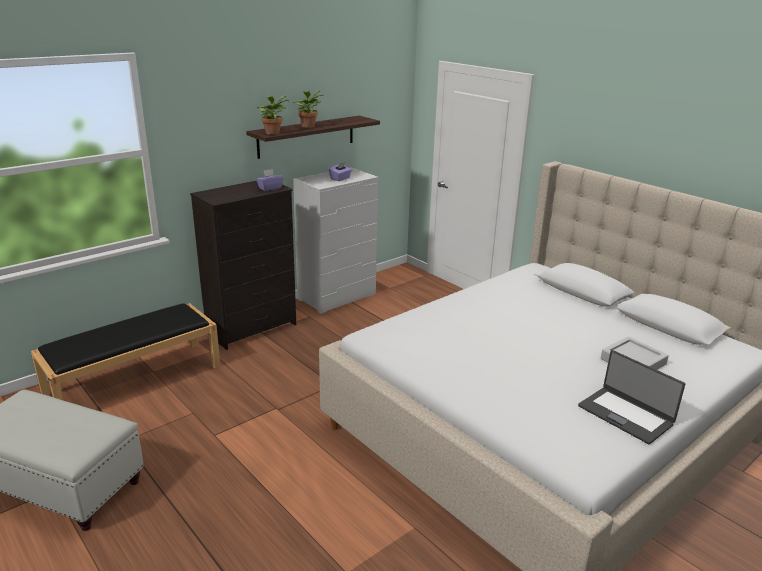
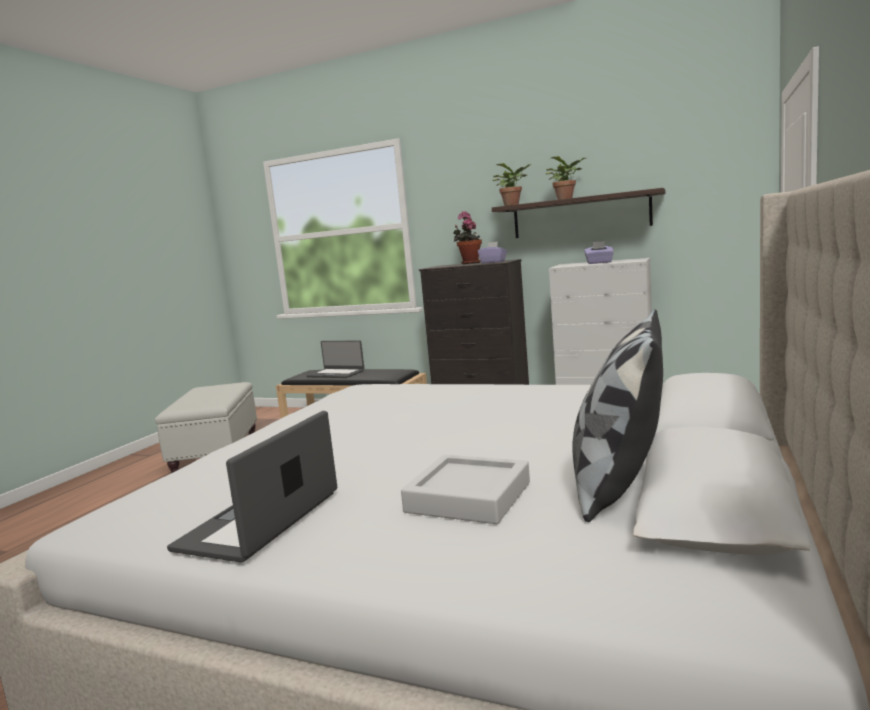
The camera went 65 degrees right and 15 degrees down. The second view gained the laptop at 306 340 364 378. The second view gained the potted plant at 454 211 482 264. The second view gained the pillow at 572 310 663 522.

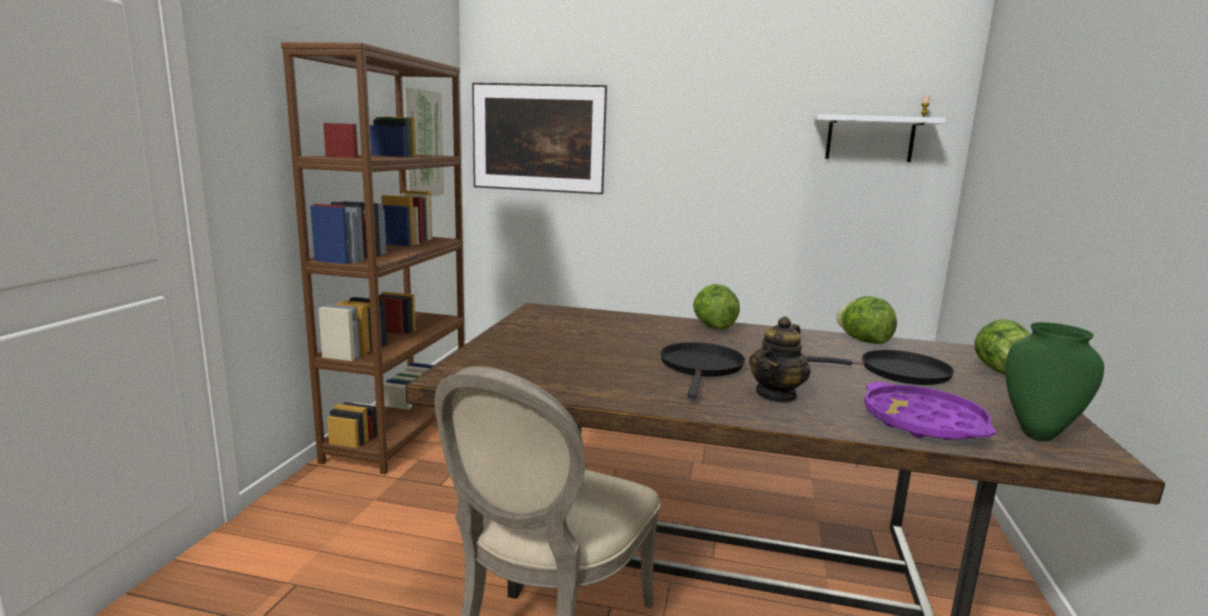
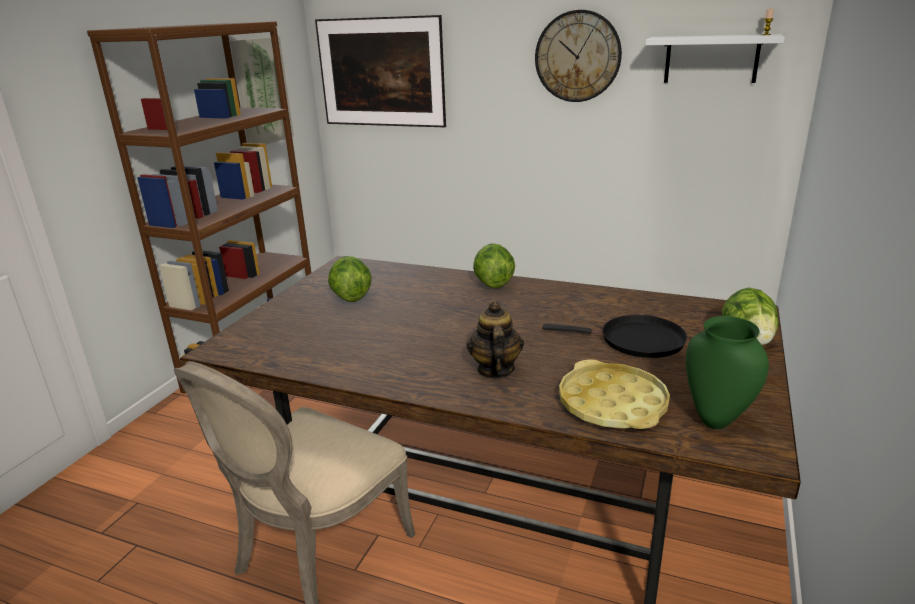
The camera went 10 degrees right and 10 degrees up. The lettuce ended up elsewhere, having gone from 836 296 897 344 to 328 256 372 302. The teapot at 749 316 811 403 ended up facing another way, 135 degrees clockwise from before. The second view gained the wall clock at 535 10 622 102. What was the purple tray at 864 382 996 440 turned into the yellow tray at 559 359 670 429. The second view lost the black frying pan at 660 342 745 399.

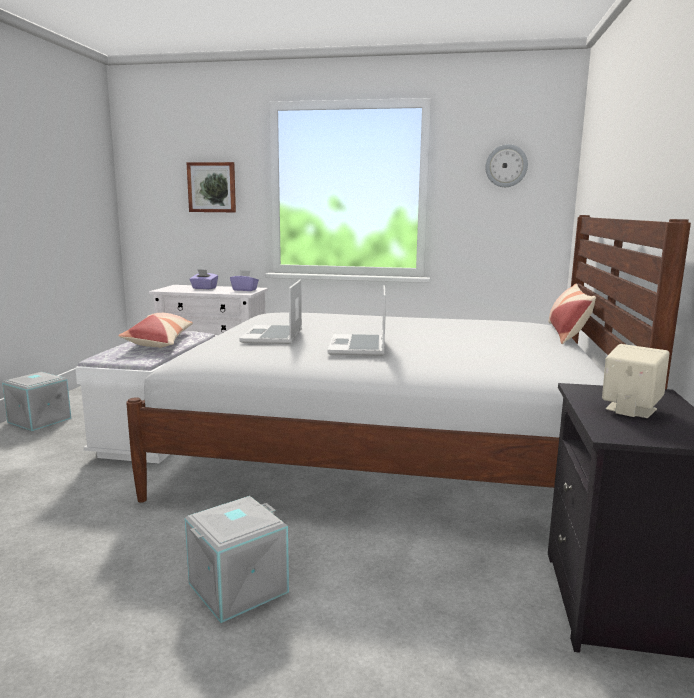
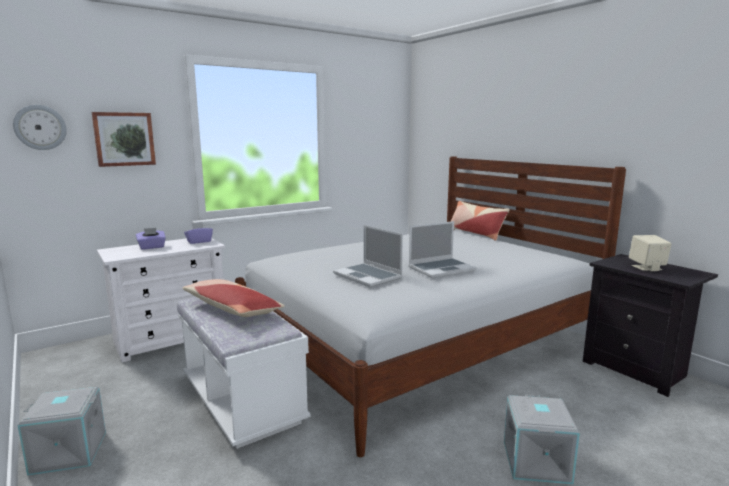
The camera went 45 degrees left and 0 degrees up. The wall clock ended up elsewhere, having gone from 485 144 528 187 to 13 105 67 150. The laptop at 327 285 386 356 ended up facing another way, 75 degrees counterclockwise from before.

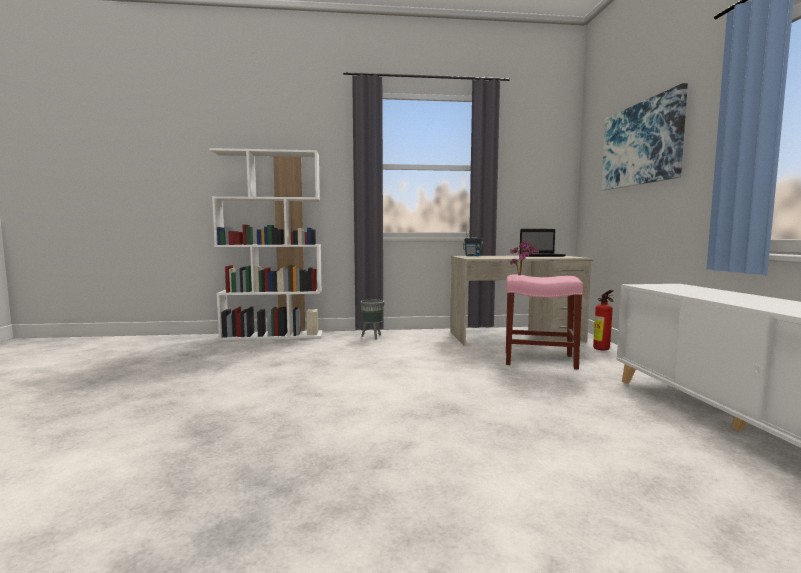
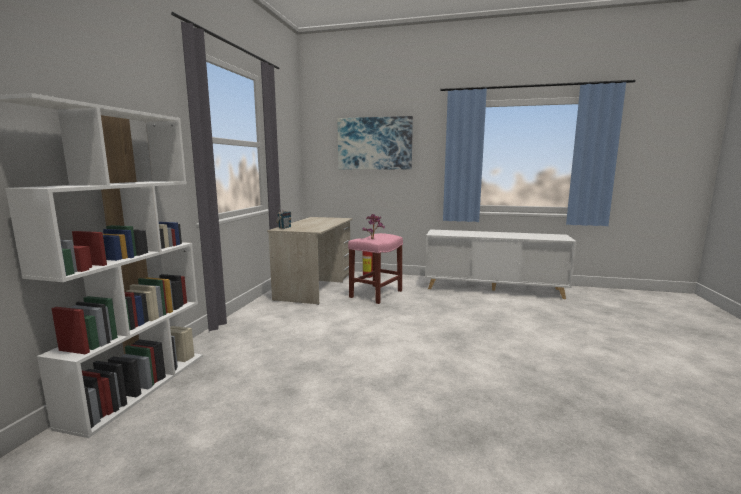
The camera went 70 degrees left and 5 degrees up. The second view lost the grey planter at 361 300 384 340. The second view lost the laptop at 520 229 566 257.

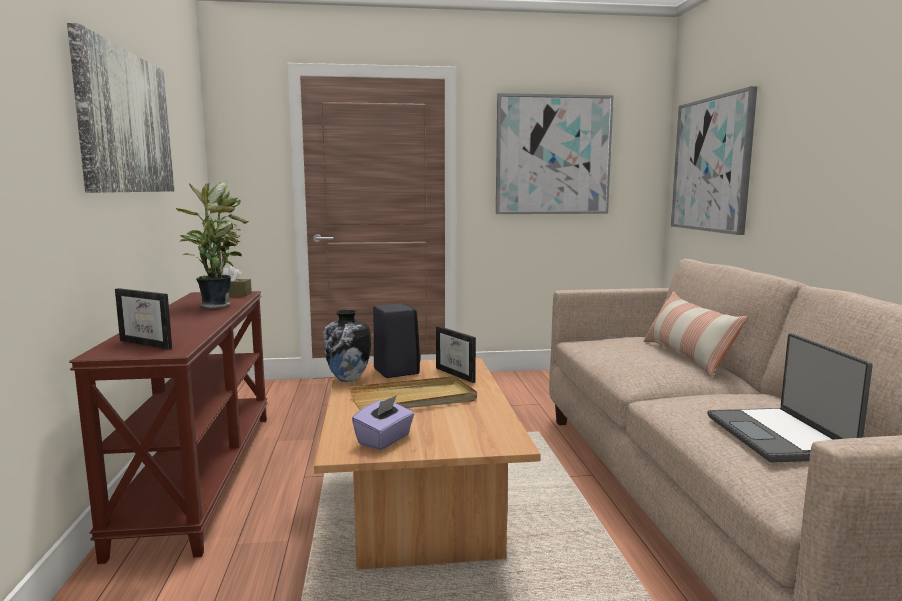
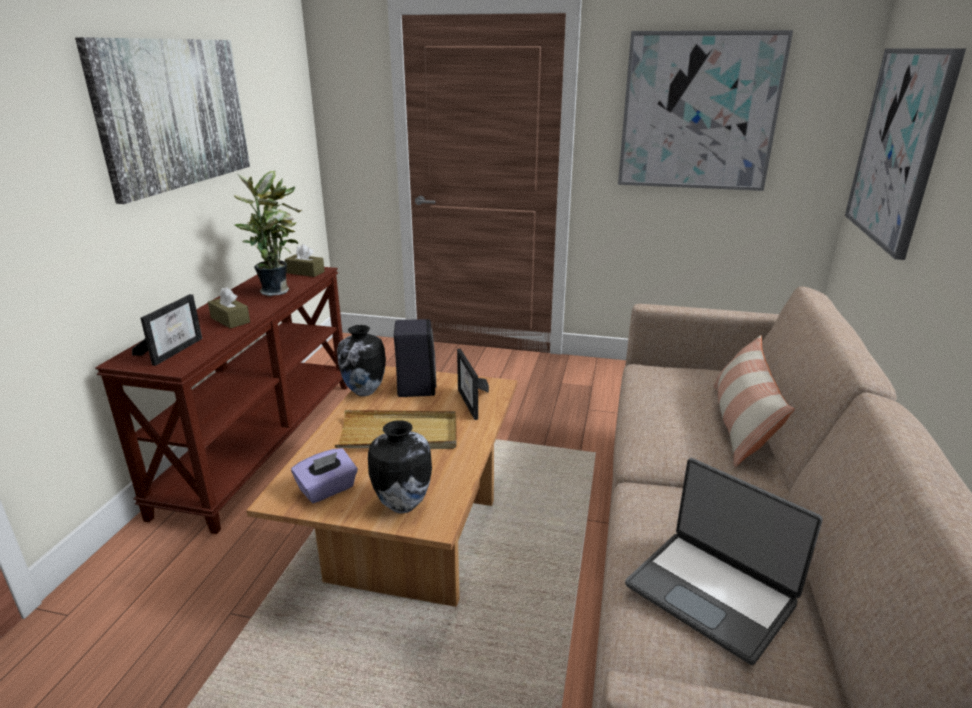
The camera went 20 degrees right and 15 degrees up. The picture frame at 115 288 172 349 ended up facing another way, 120 degrees counterclockwise from before. The second view gained the brown tissue box at 208 287 250 329. The second view gained the vase at 368 420 432 513. The laptop at 707 333 873 463 ended up facing another way, 60 degrees counterclockwise from before.

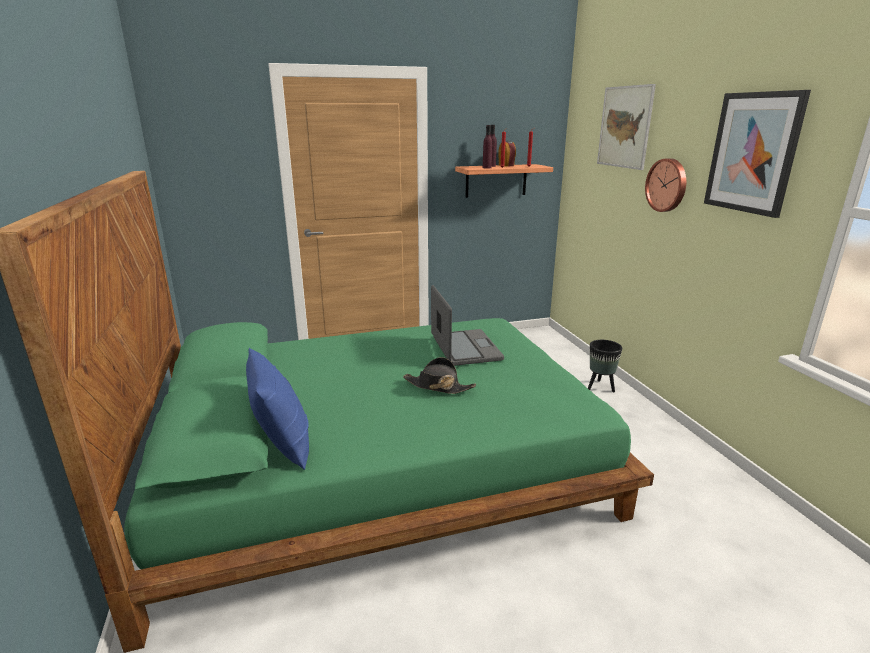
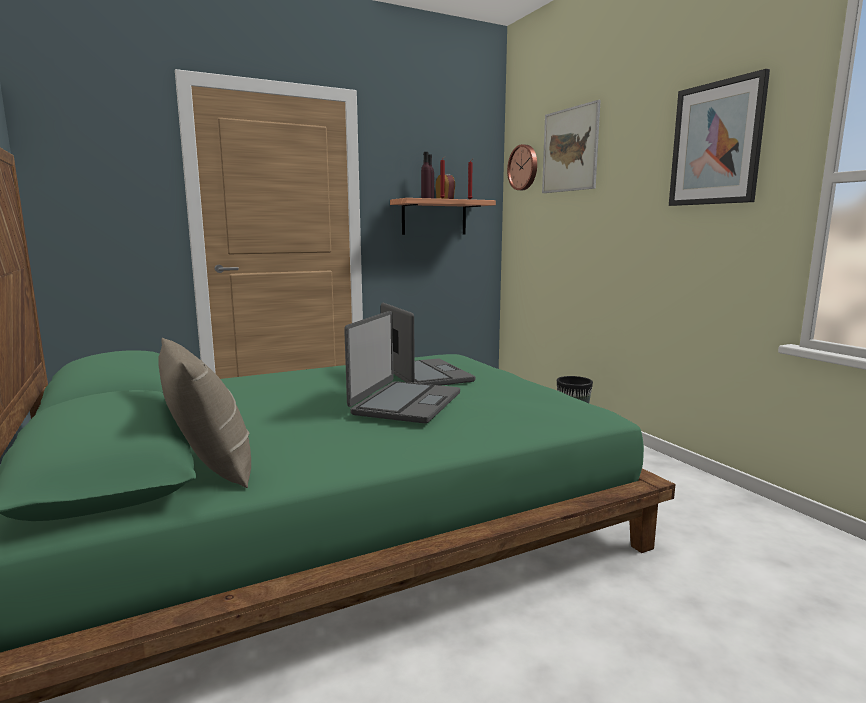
The camera went 10 degrees left and 10 degrees down. What was the blue pillow at 246 348 309 470 turned into the beige pillow at 158 338 251 488. Where the black hat stood at 403 357 476 394, the laptop came to stand at 344 311 460 423. The wall clock ended up elsewhere, having gone from 645 158 686 212 to 507 144 537 190.

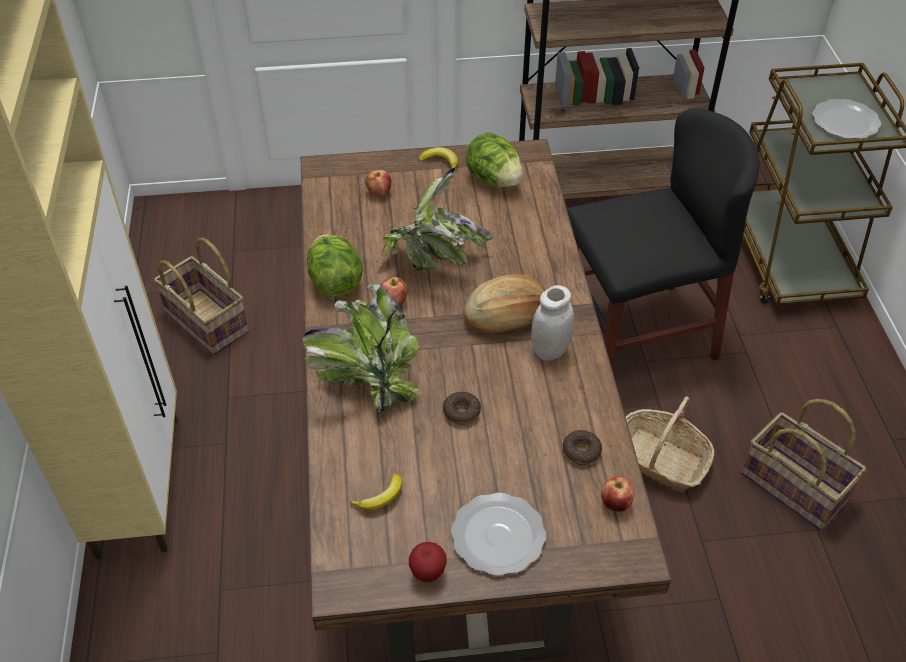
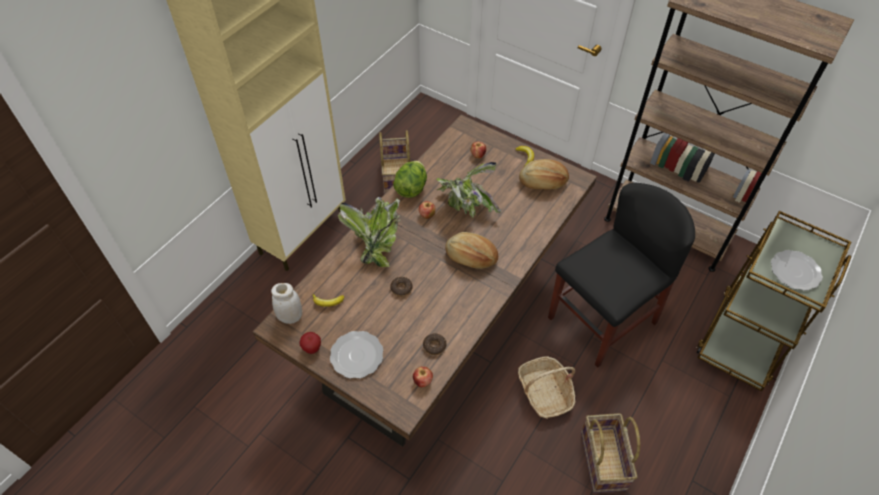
The camera went 40 degrees right and 5 degrees up. The white jar ended up elsewhere, having gone from 531 285 574 361 to 271 283 302 324. Where the lettuce stood at 466 132 523 187, the bread came to stand at 519 159 569 190. The black chair at 567 108 760 367 ended up facing another way, 60 degrees counterclockwise from before.

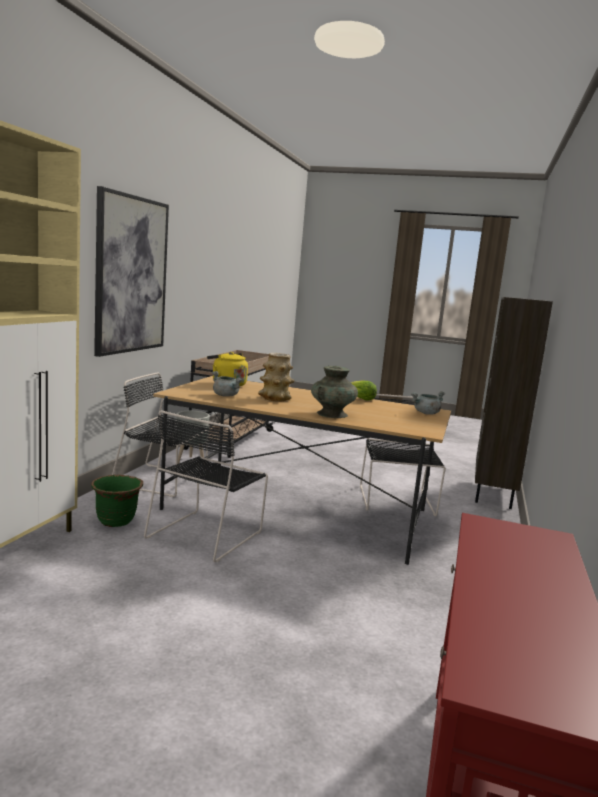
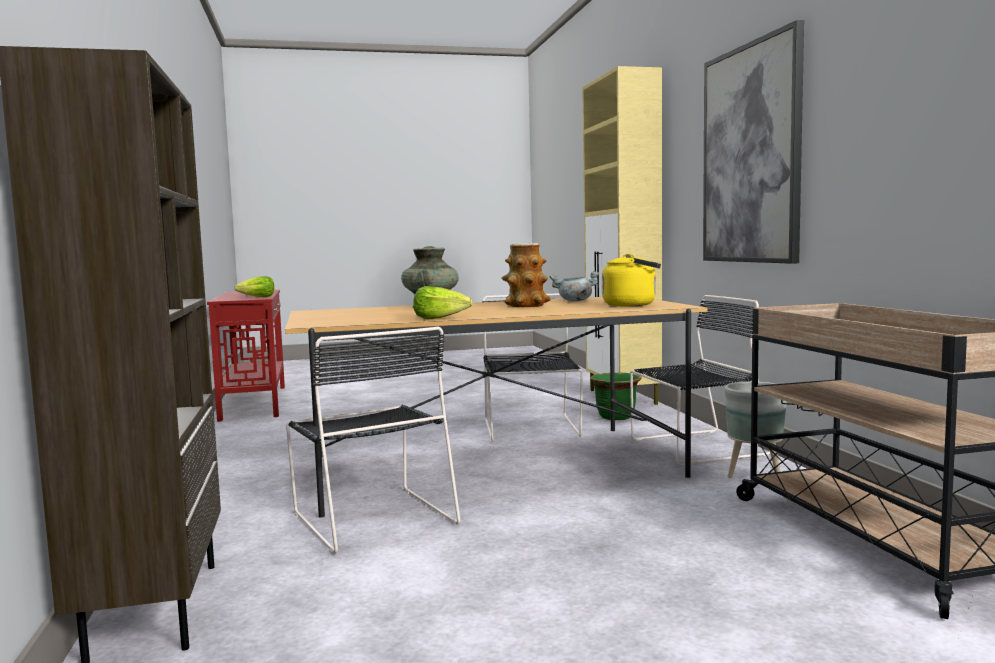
The camera went 150 degrees right and 5 degrees down. The second view gained the lettuce at 235 276 274 297. The second view lost the grey cooking pot at 411 391 445 415.

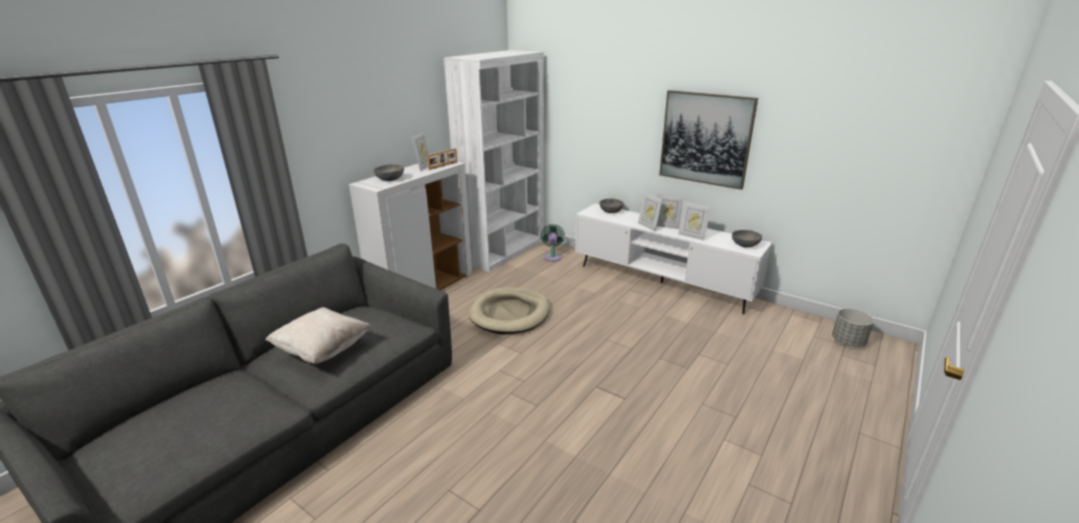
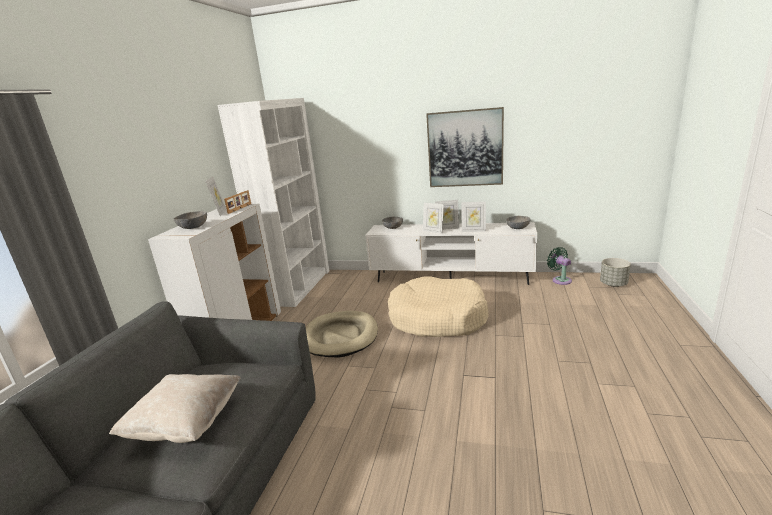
The camera went 20 degrees left and 5 degrees down. The second view gained the beige dog bed at 388 276 489 337. The green fan ended up elsewhere, having gone from 541 224 565 262 to 547 247 572 285.

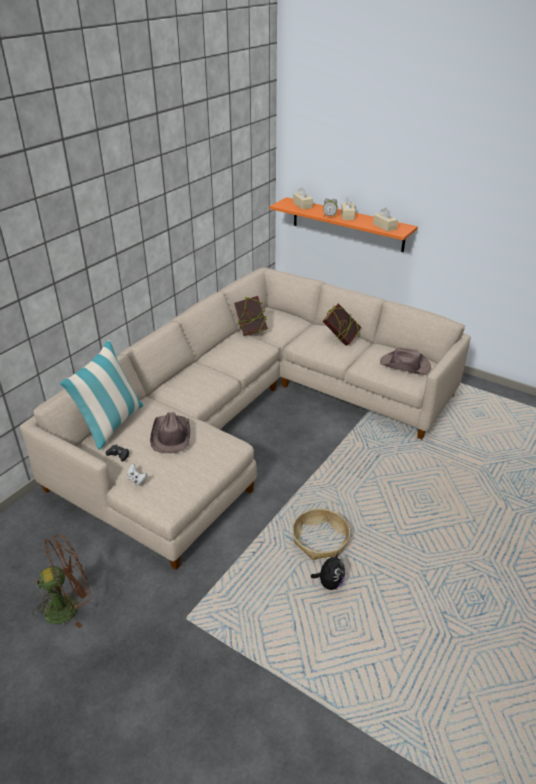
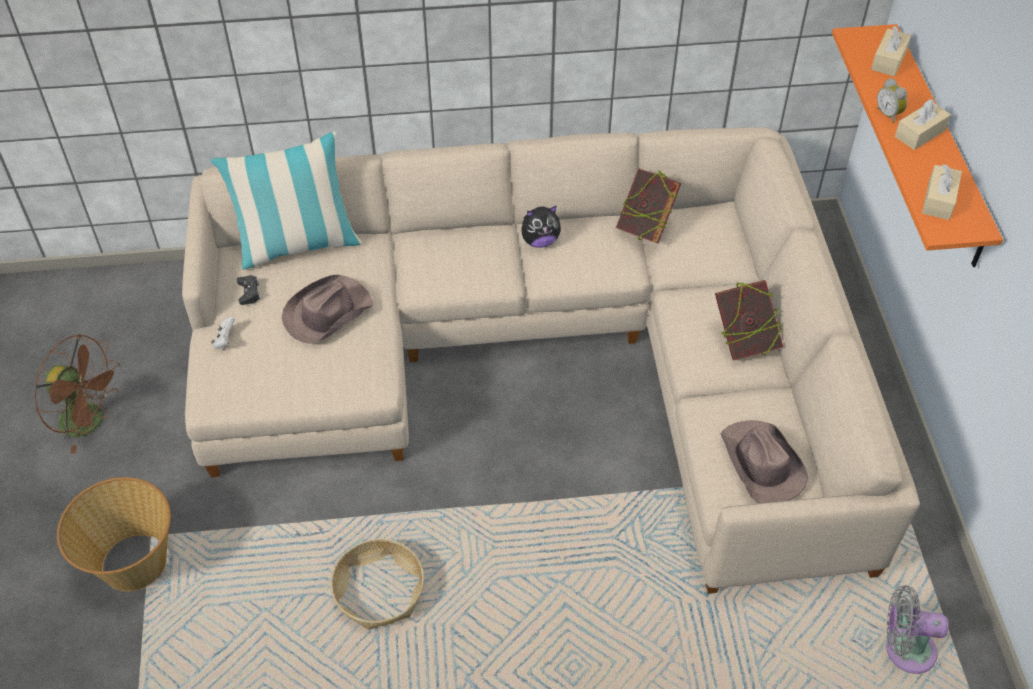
The camera went 50 degrees right and 15 degrees up. The second view gained the basket at 57 477 171 591. The plush toy ended up elsewhere, having gone from 311 553 345 590 to 522 206 561 248. The second view gained the grey fan at 886 585 949 674.

